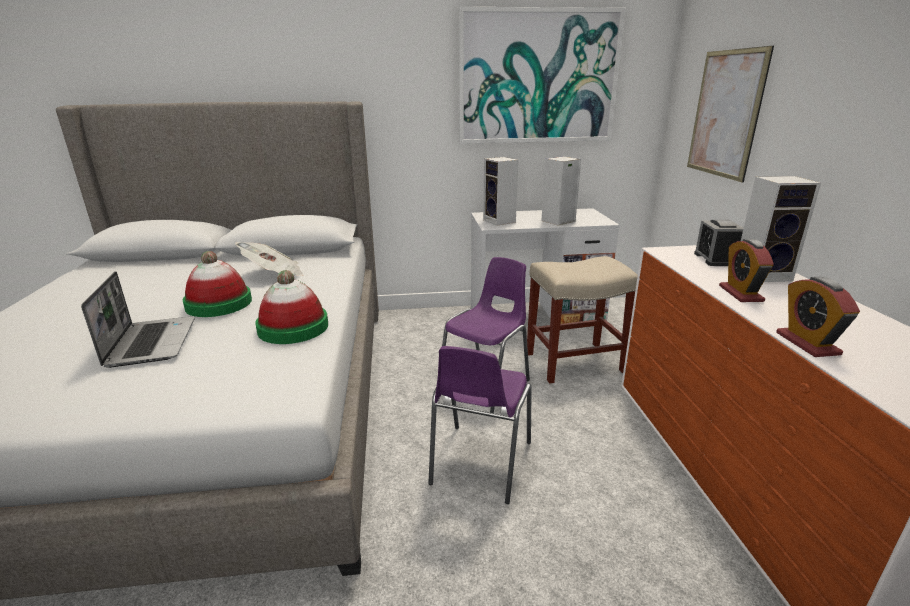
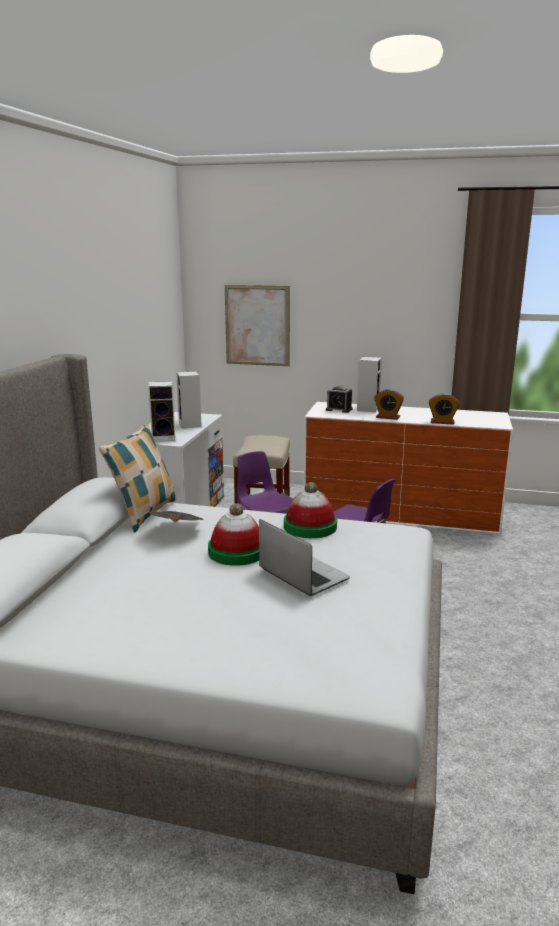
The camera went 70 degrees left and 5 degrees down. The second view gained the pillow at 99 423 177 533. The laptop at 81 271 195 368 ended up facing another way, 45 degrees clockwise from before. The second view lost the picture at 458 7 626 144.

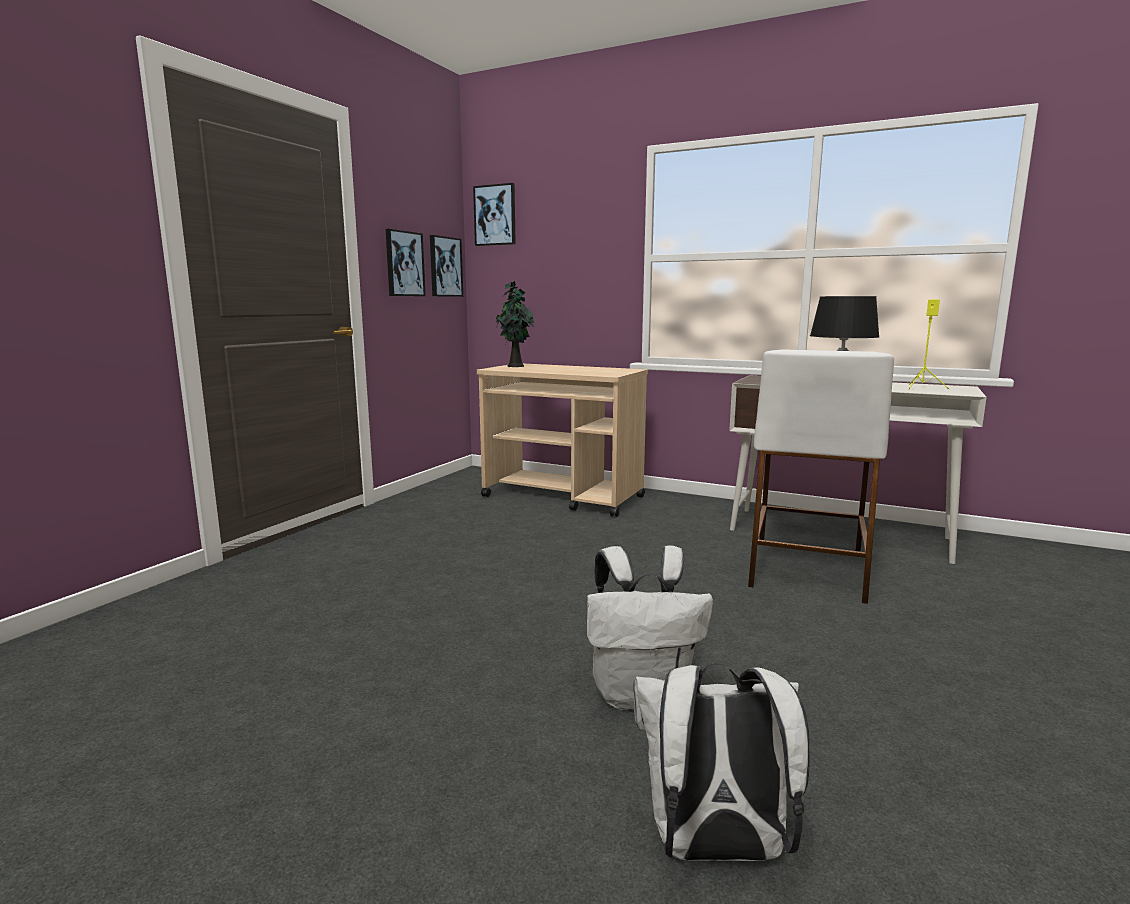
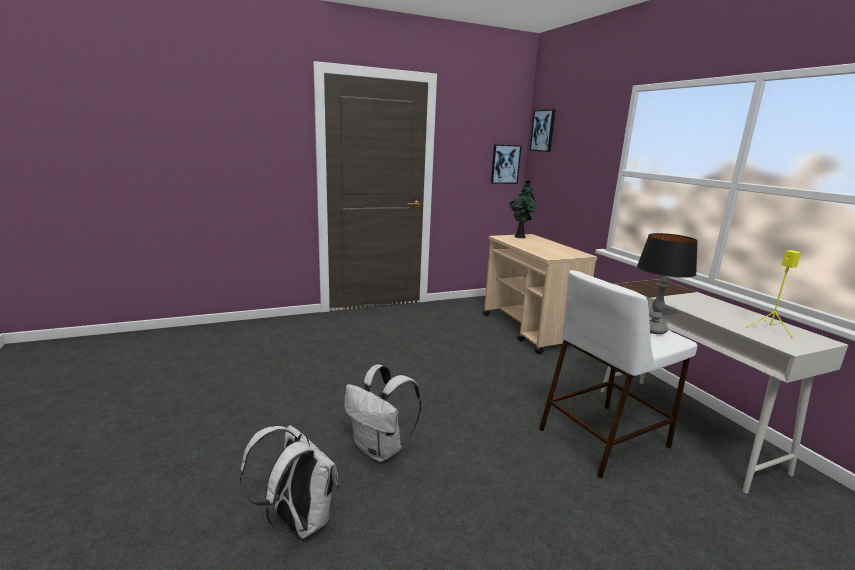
The camera went 40 degrees right and 5 degrees up. The second view lost the picture at 386 229 426 296.

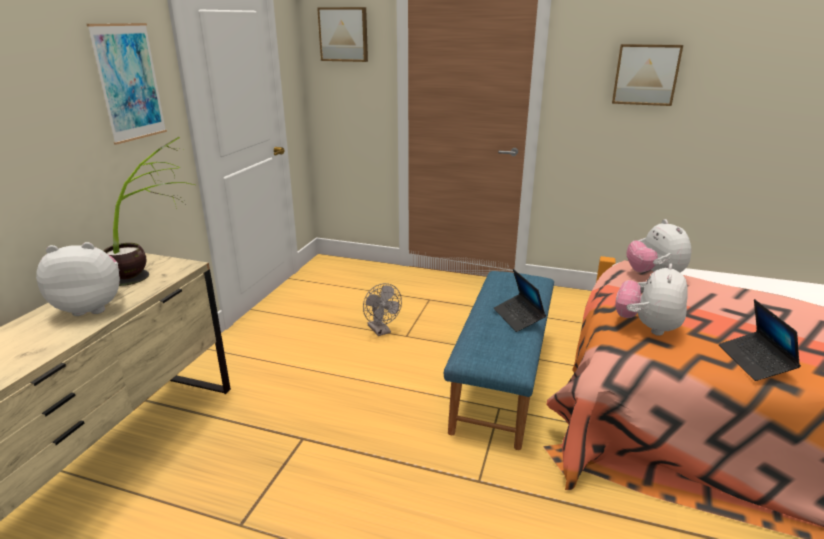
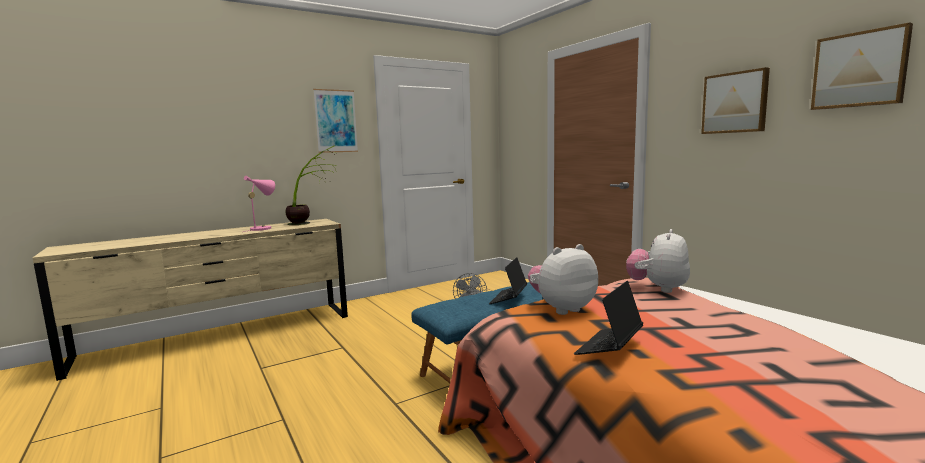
The camera went 40 degrees right and 15 degrees down. Where the plush toy stood at 36 242 120 316, the pink table lamp came to stand at 243 176 275 232. The picture ended up elsewhere, having gone from 317 7 368 62 to 811 22 913 110.

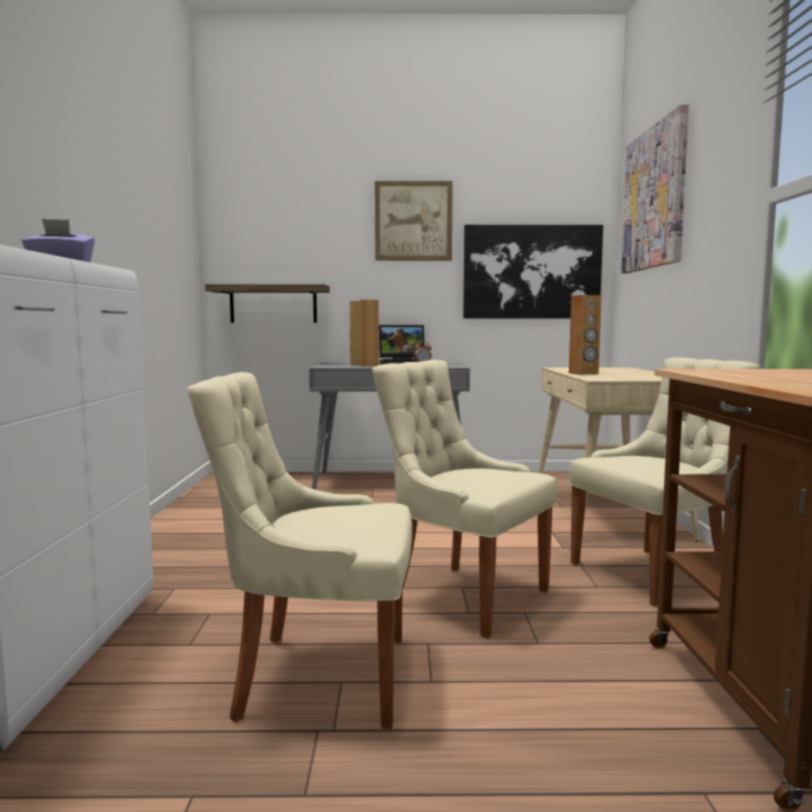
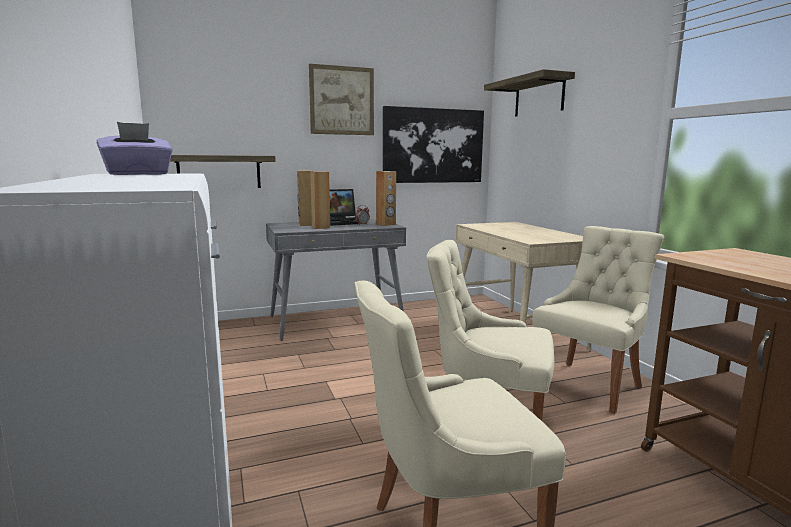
The camera went 20 degrees left and 5 degrees up. The brown speaker ended up elsewhere, having gone from 569 295 602 375 to 376 171 396 226. Where the picture hung at 621 104 689 273, the shelf came to hang at 484 69 575 117.

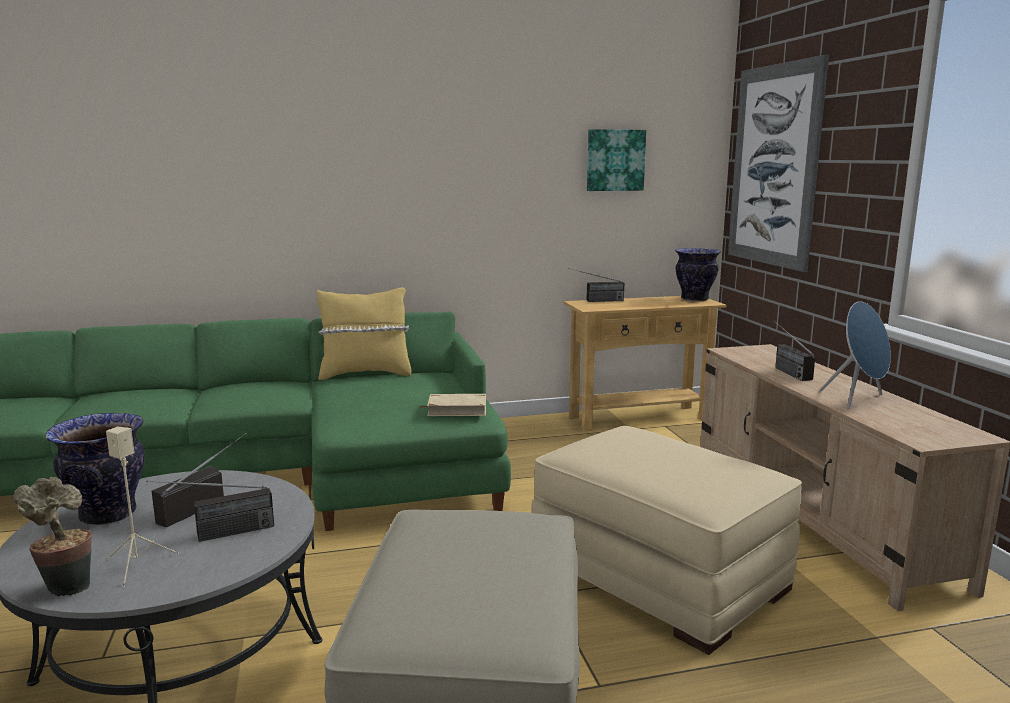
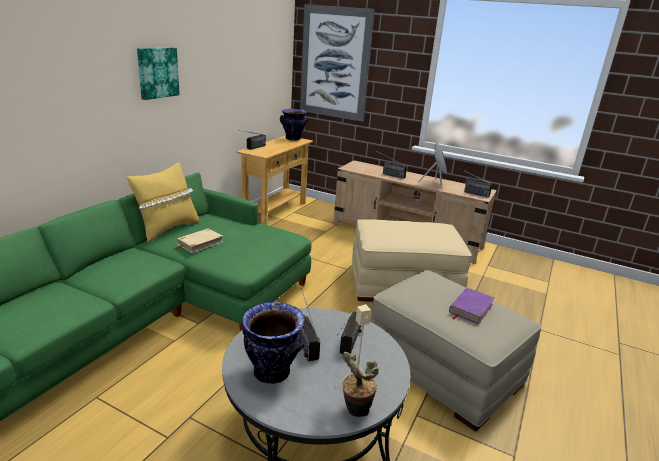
The camera went 50 degrees left and 10 degrees up. The picture ended up elsewhere, having gone from 587 129 646 191 to 137 47 180 100. The beige book ended up elsewhere, having gone from 420 394 486 416 to 175 228 223 253. The second view gained the purple book at 449 288 494 324. The second view gained the radio at 457 167 492 197.

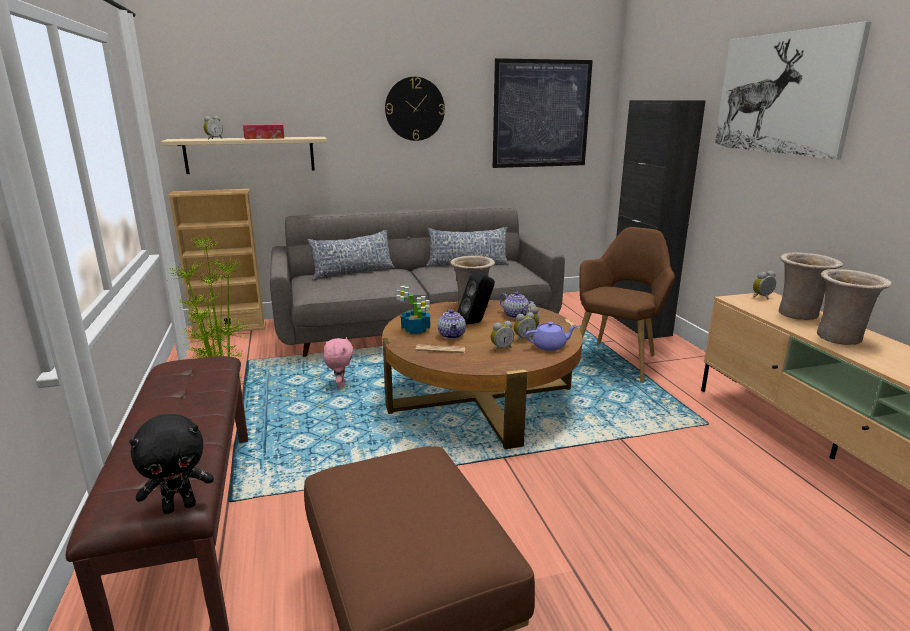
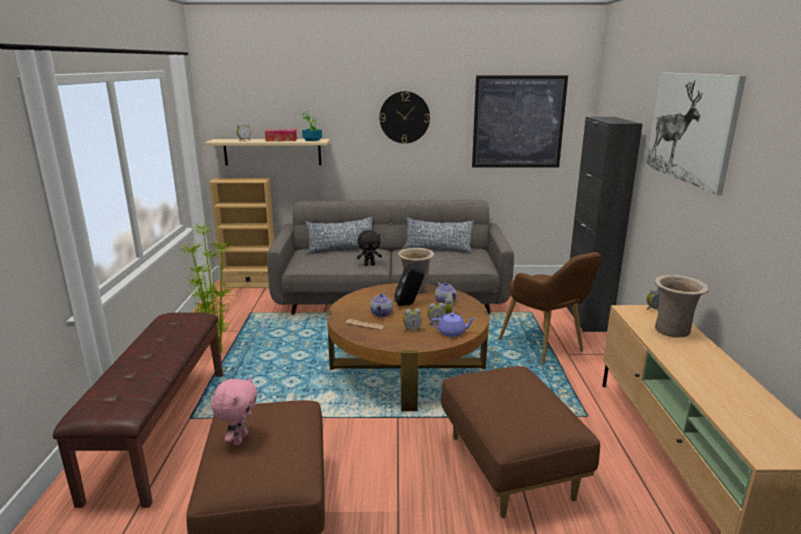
The camera went 15 degrees right and 0 degrees up. The pink plush toy ended up elsewhere, having gone from 324 337 353 387 to 211 377 257 445. The potted plant ended up elsewhere, having gone from 396 286 430 334 to 300 111 322 141. The black plush toy ended up elsewhere, having gone from 129 414 214 514 to 357 230 382 266. The second view gained the brown ottoman at 441 366 600 518. The brown armchair at 580 227 675 383 ended up facing another way, 105 degrees clockwise from before. The second view lost the beige vase at 817 269 892 345.

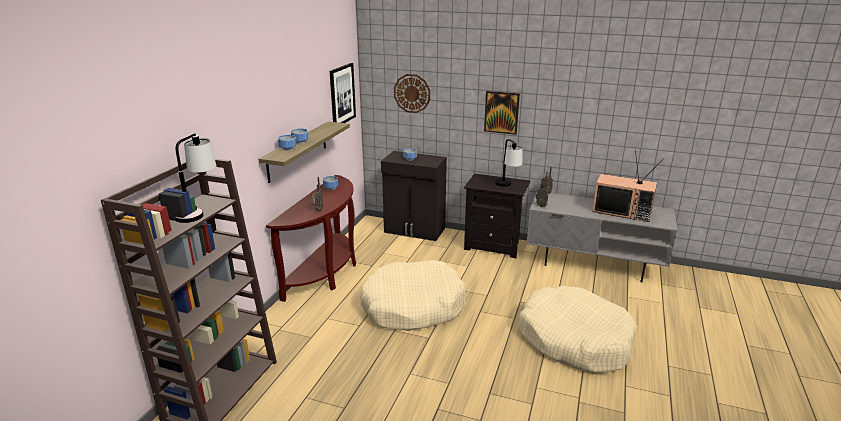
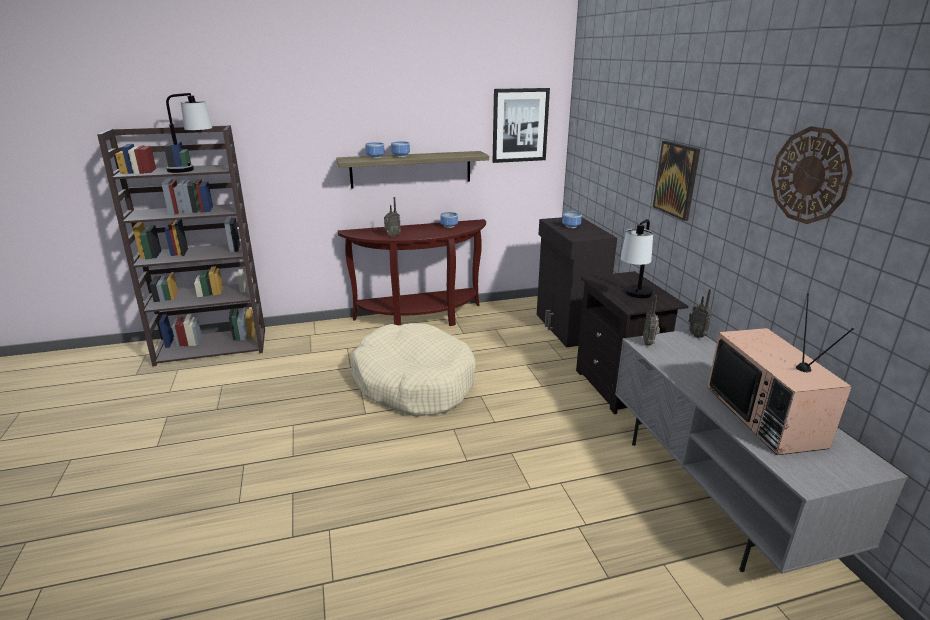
The camera went 55 degrees right and 0 degrees up. The wall clock ended up elsewhere, having gone from 394 74 430 113 to 771 126 853 224. The second view lost the beige dog bed at 519 286 637 374.

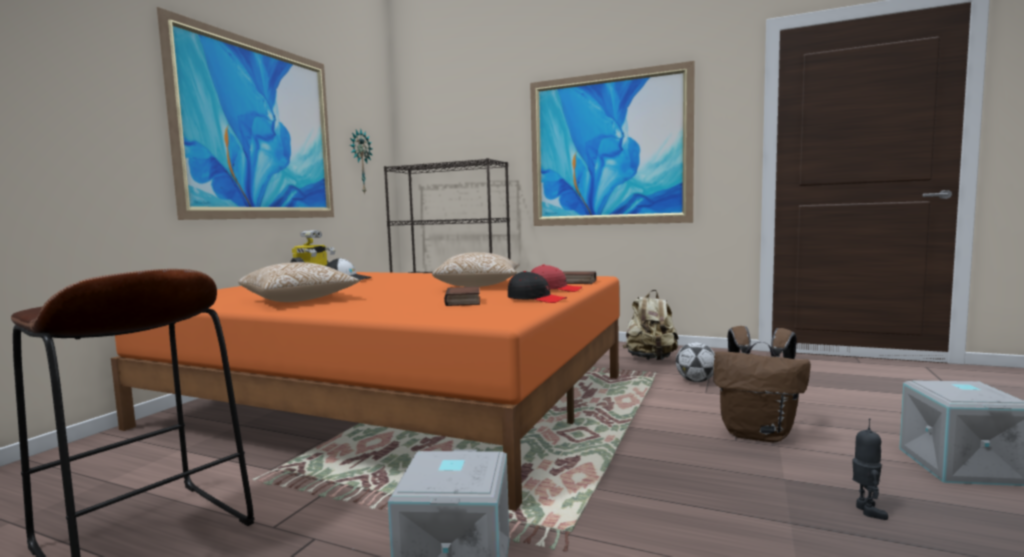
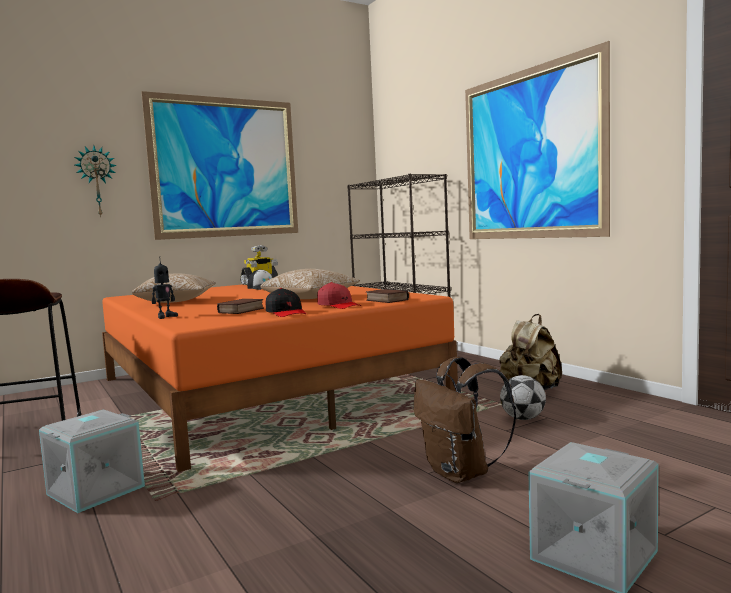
The camera went 35 degrees right and 0 degrees up. The wall clock ended up elsewhere, having gone from 350 129 373 194 to 75 145 117 217. The toy robot ended up elsewhere, having gone from 852 418 888 520 to 152 262 178 319.

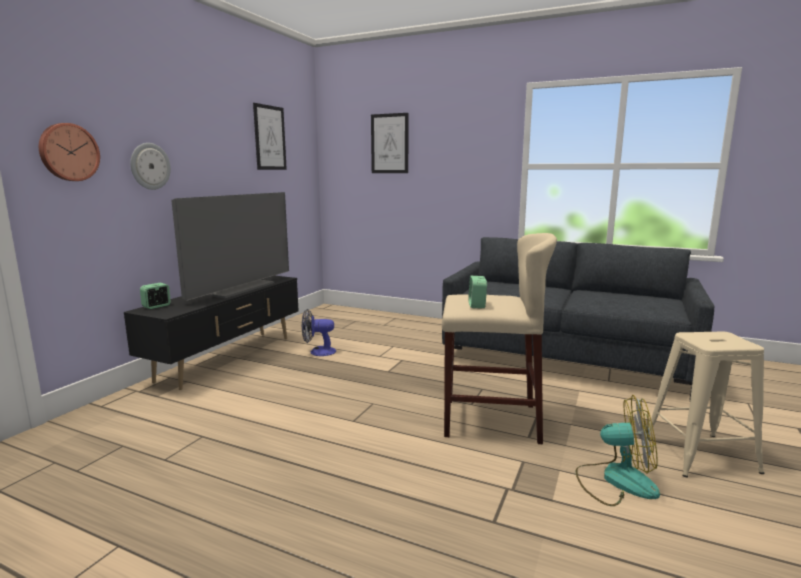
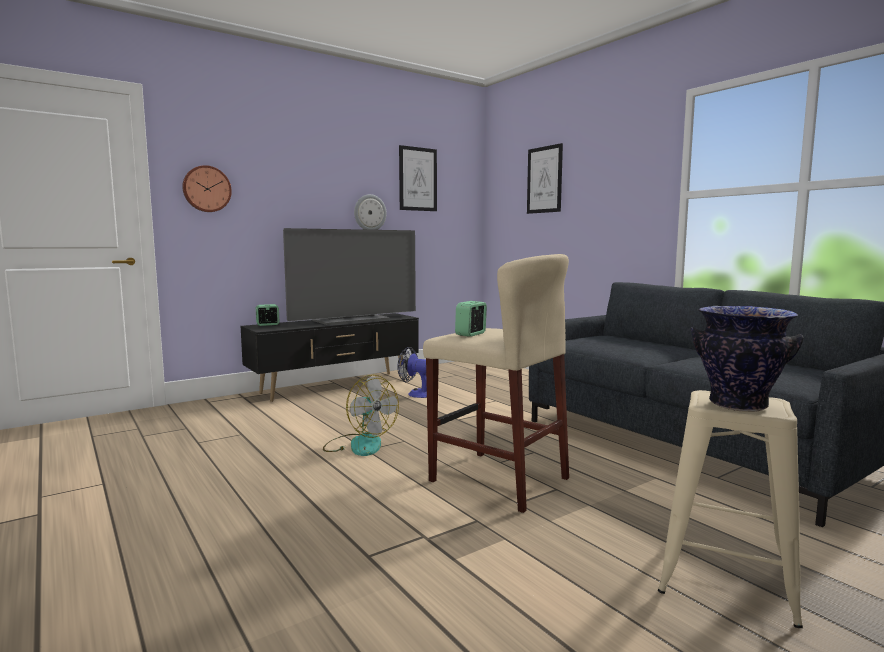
The camera went 30 degrees right and 5 degrees down. The fan ended up elsewhere, having gone from 576 395 660 506 to 323 375 399 456. The wall clock ended up elsewhere, having gone from 130 143 171 190 to 354 194 387 230. The second view gained the vase at 690 306 804 412.

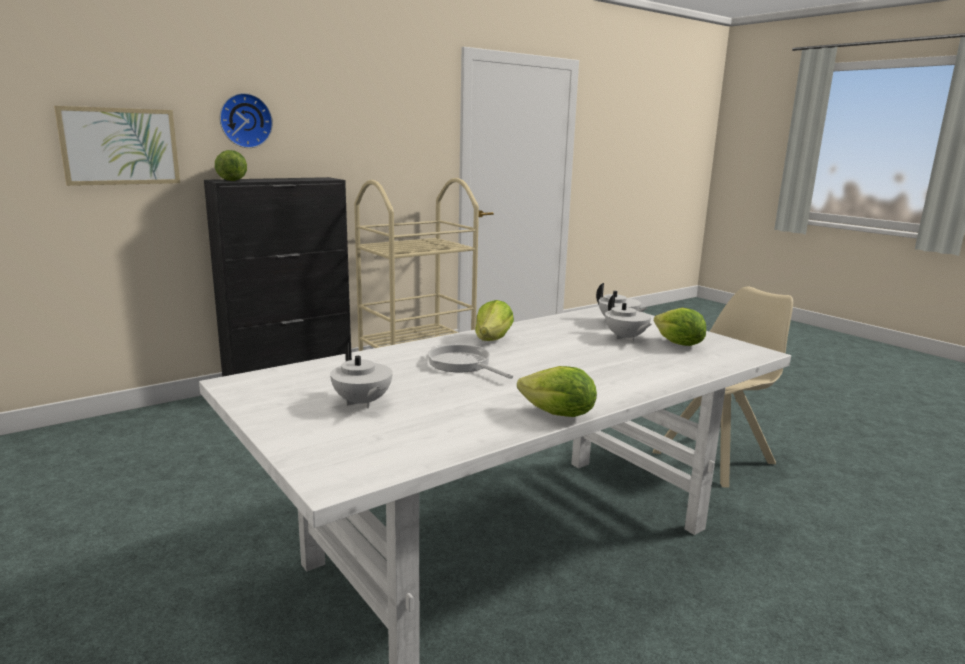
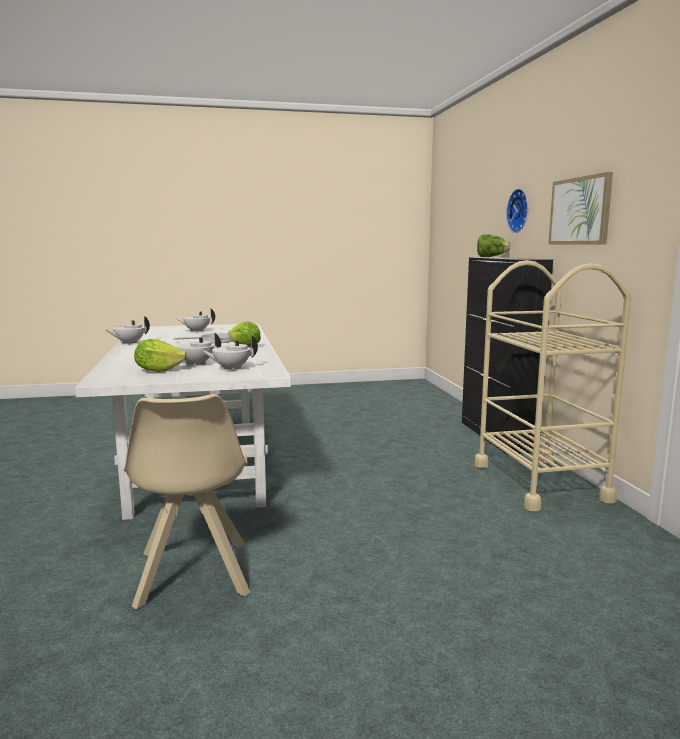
The camera went 115 degrees right and 5 degrees down. Where the lettuce stood at 517 366 597 417, the white teapot came to stand at 106 316 150 344. The picture ended up elsewhere, having gone from 54 106 180 186 to 549 172 613 245.

